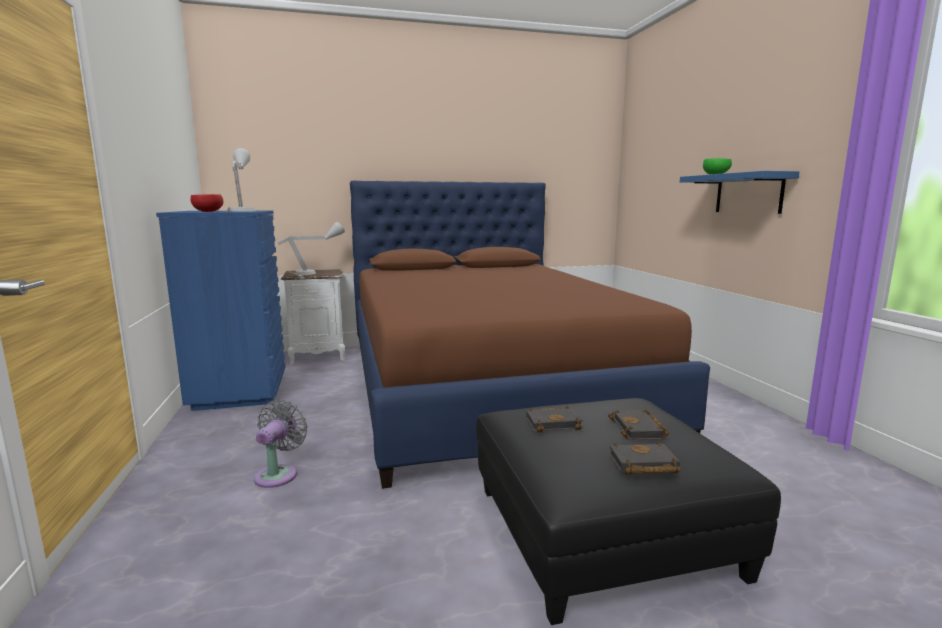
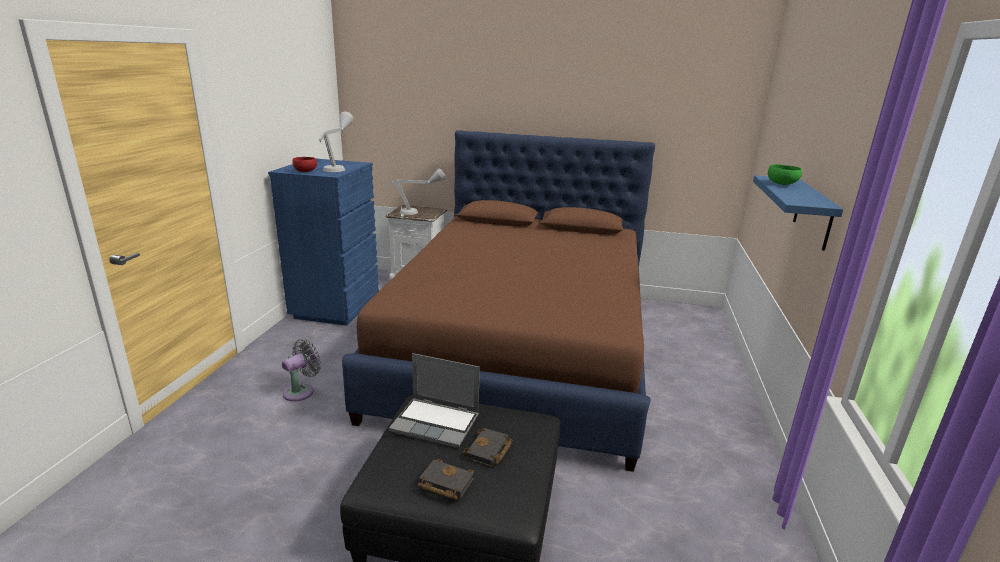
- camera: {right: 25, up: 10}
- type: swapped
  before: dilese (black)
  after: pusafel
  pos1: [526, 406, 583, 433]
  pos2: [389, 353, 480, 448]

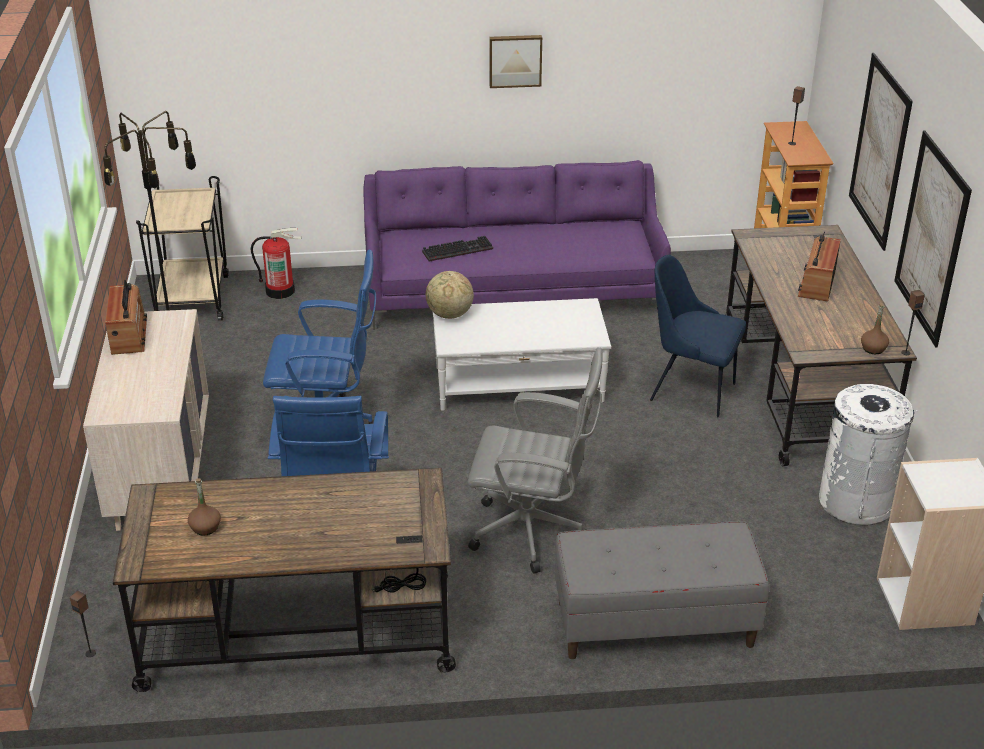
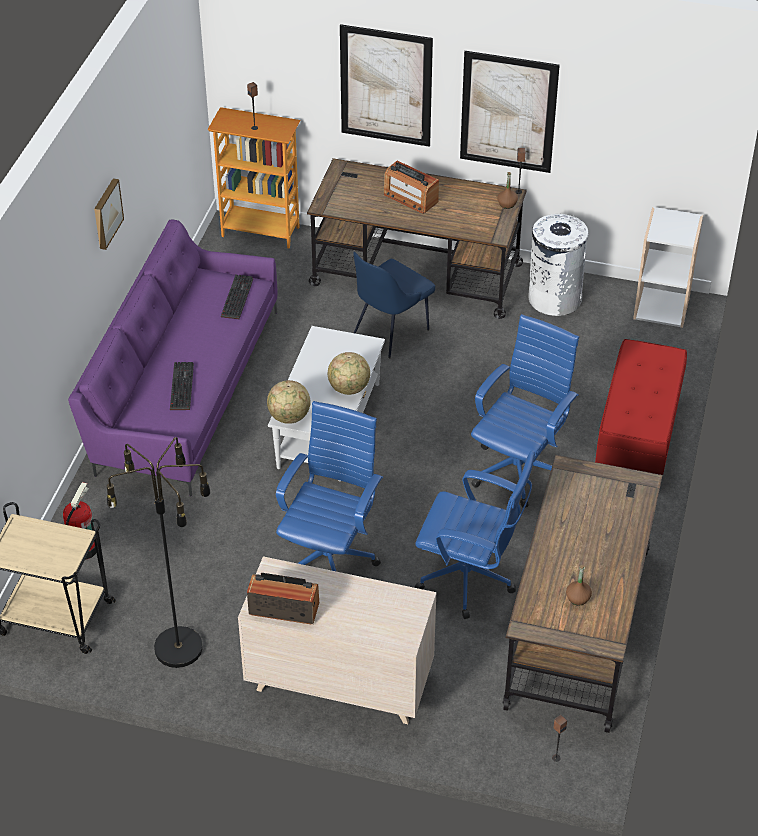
- camera: {right: -70, up: 10}
- type: new
  after: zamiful
  pos2: [221, 274, 253, 319]
- type: new
  after: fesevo
  pos2: [328, 352, 370, 395]
- type: repainted
  before: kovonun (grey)
  after: kovonun (blue)
  pos1: [468, 347, 603, 574]
  pos2: [471, 314, 579, 508]
- type: repainted
  before: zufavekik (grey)
  after: zufavekik (red)
  pos1: [555, 521, 769, 659]
  pos2: [595, 339, 687, 475]

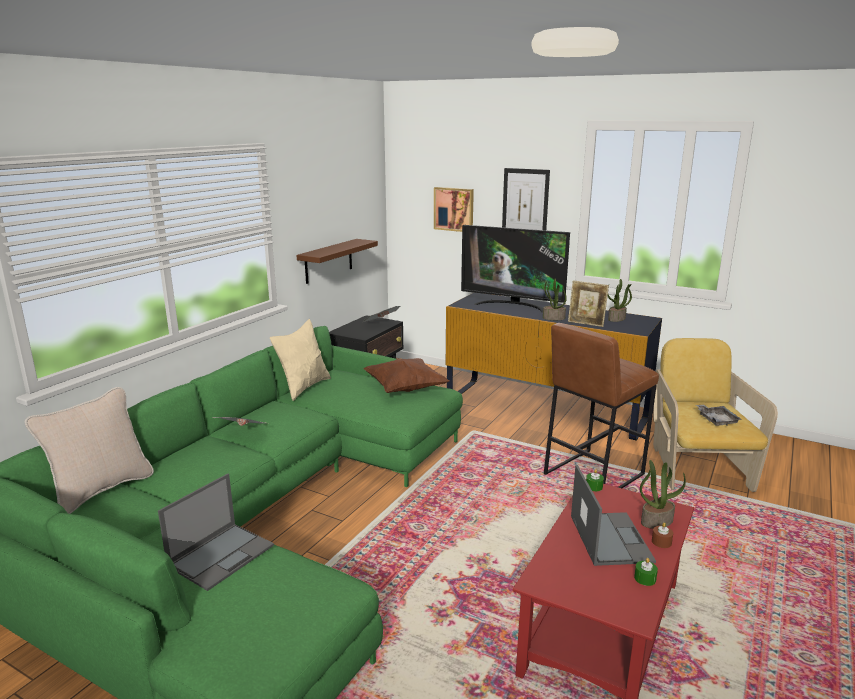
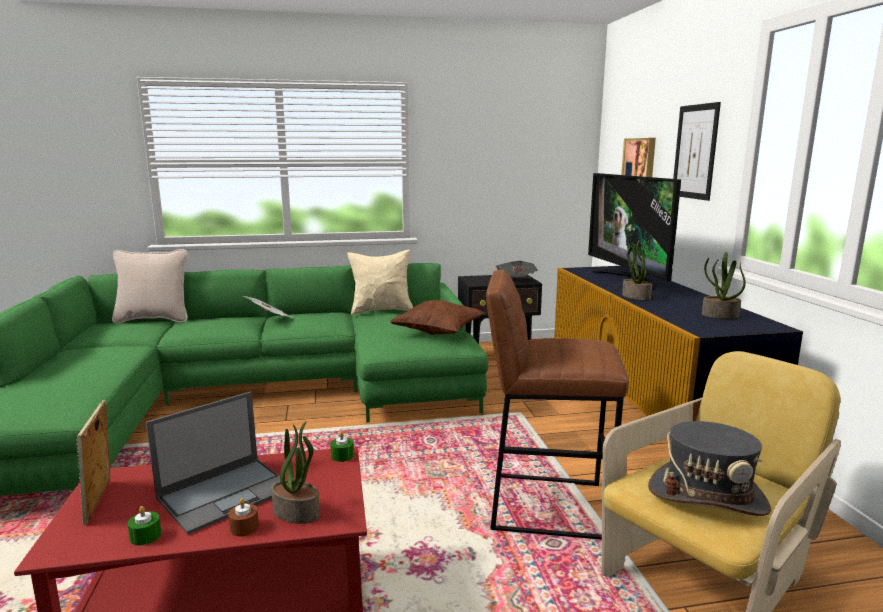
- camera: {right: 50, up: -5}
- type: gone
  before: pusafel
  pos1: [158, 473, 274, 591]
- type: gone
  before: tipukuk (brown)
  pos1: [297, 239, 378, 284]
- type: shifted
  before: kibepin
  pos1: [568, 280, 609, 327]
  pos2: [76, 400, 110, 525]
- type: swapped
  before: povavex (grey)
  after: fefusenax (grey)
  pos1: [696, 405, 742, 426]
  pos2: [648, 421, 771, 516]

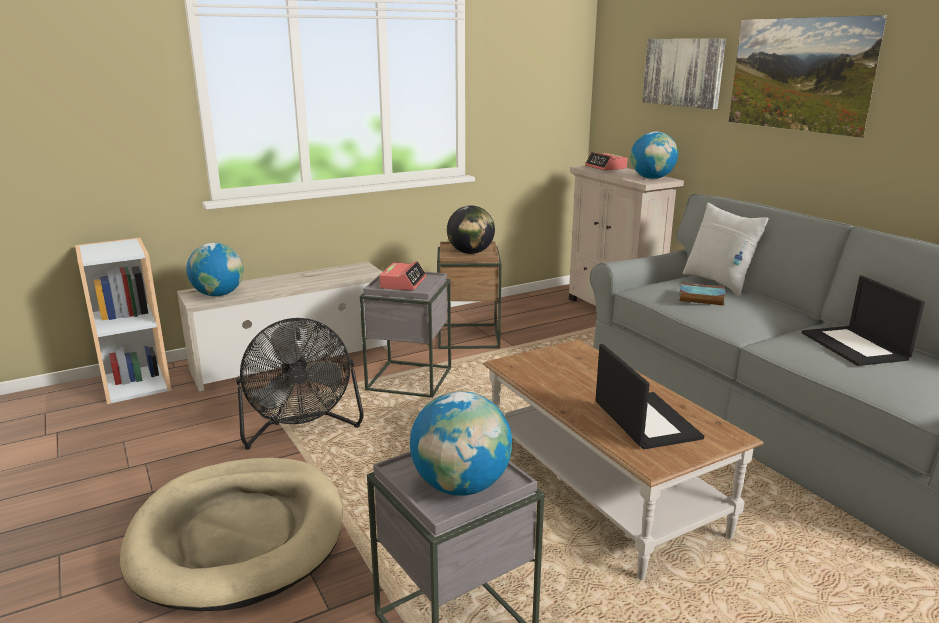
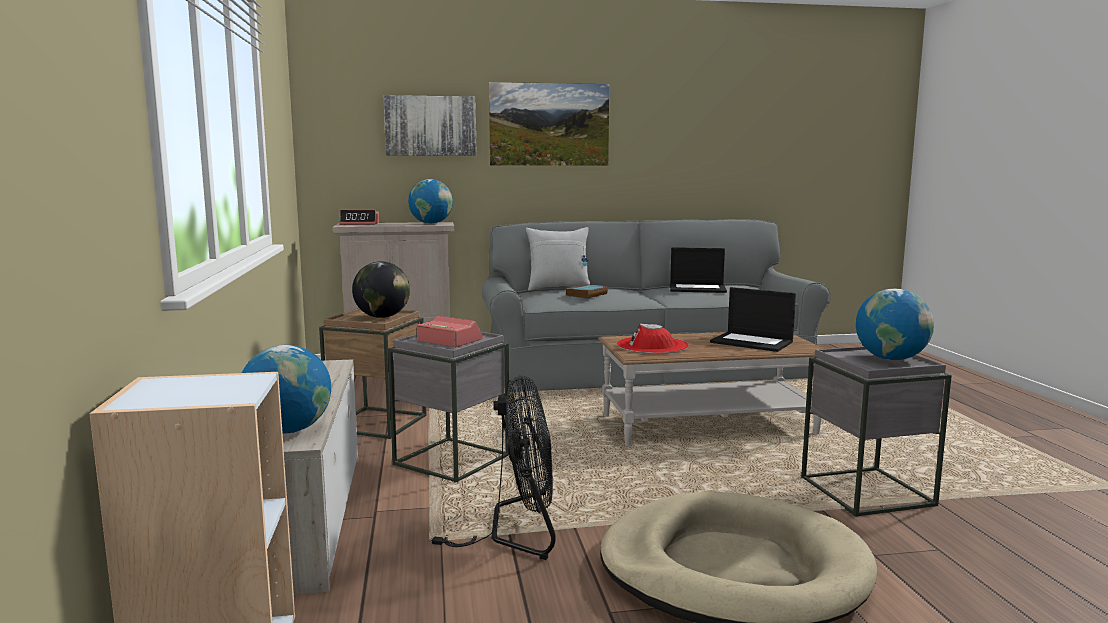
- camera: {right: -70, up: -10}
- type: new
  after: fefusenax (red)
  pos2: [616, 323, 689, 354]
- type: rotated
  before: pusafel
  pos1: [595, 344, 704, 449]
  pos2: [710, 287, 796, 352]
  turn: -150

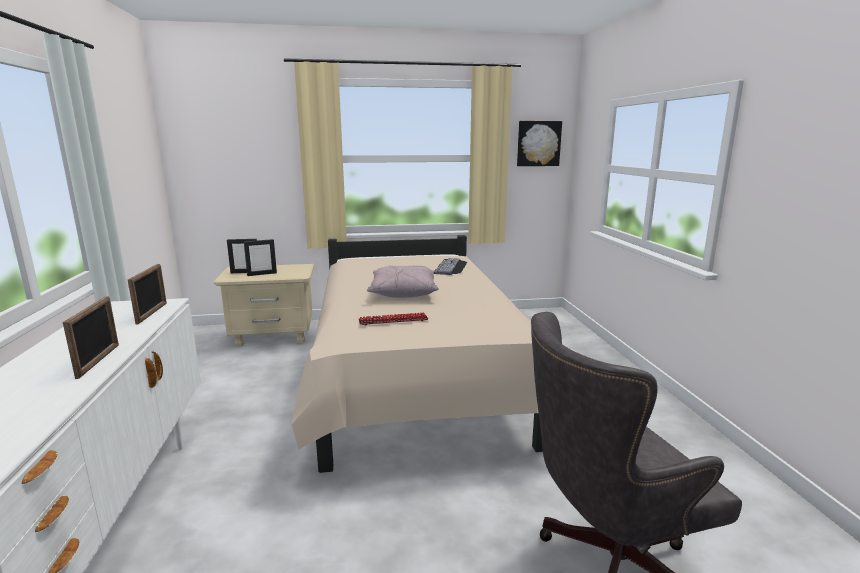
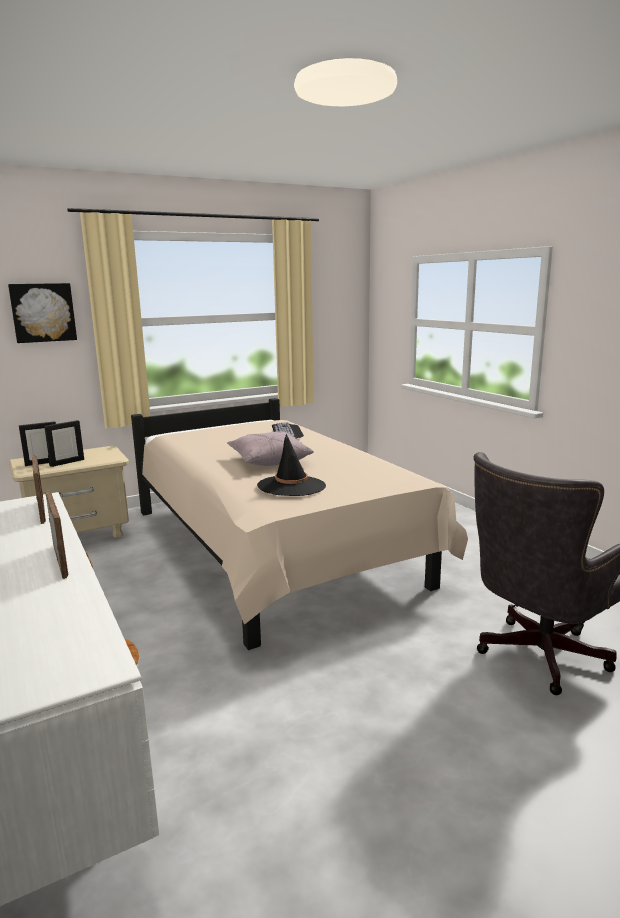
- camera: {right: -20, up: 0}
- type: shifted
  before: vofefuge
  pos1: [517, 121, 562, 166]
  pos2: [8, 283, 77, 343]
- type: swapped
  before: zamiful
  after: fefusenax (black)
  pos1: [359, 312, 428, 326]
  pos2: [257, 434, 326, 496]

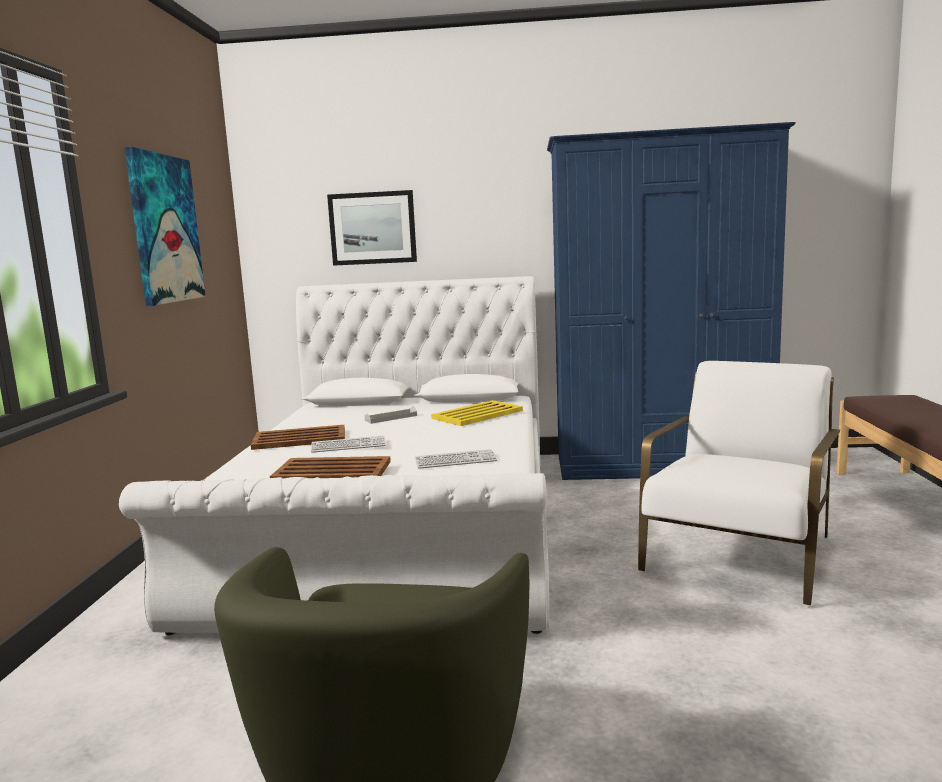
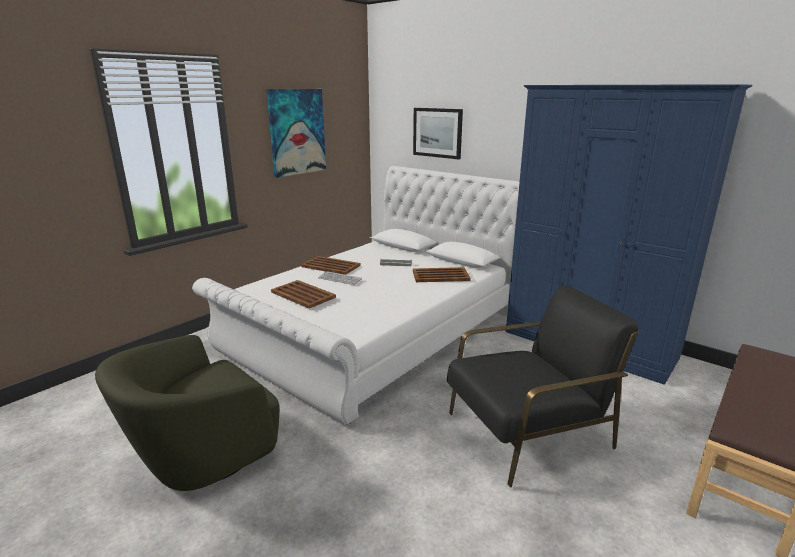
- camera: {right: 35, up: 10}
- type: gone
  before: zamiful
  pos1: [415, 449, 497, 469]
- type: repainted
  before: povavex (yellow)
  after: povavex (brown)
  pos1: [431, 400, 523, 426]
  pos2: [413, 267, 471, 282]
- type: repainted
  before: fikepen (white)
  after: fikepen (black)
  pos1: [638, 361, 840, 605]
  pos2: [447, 286, 638, 488]

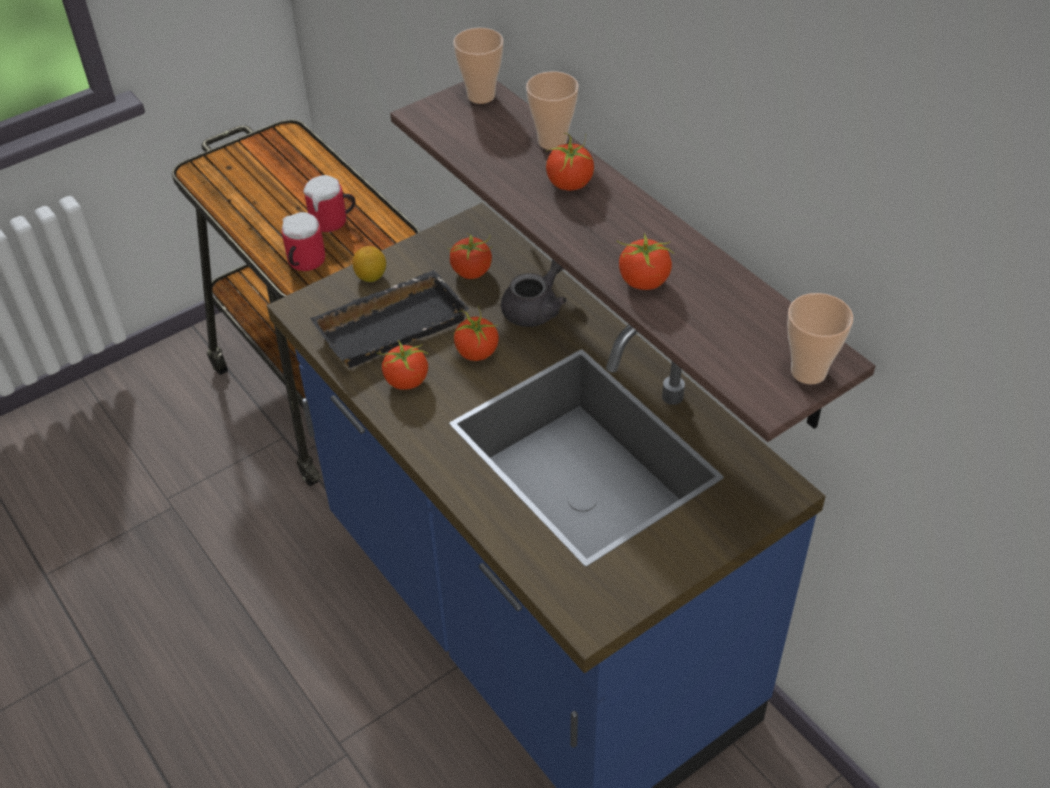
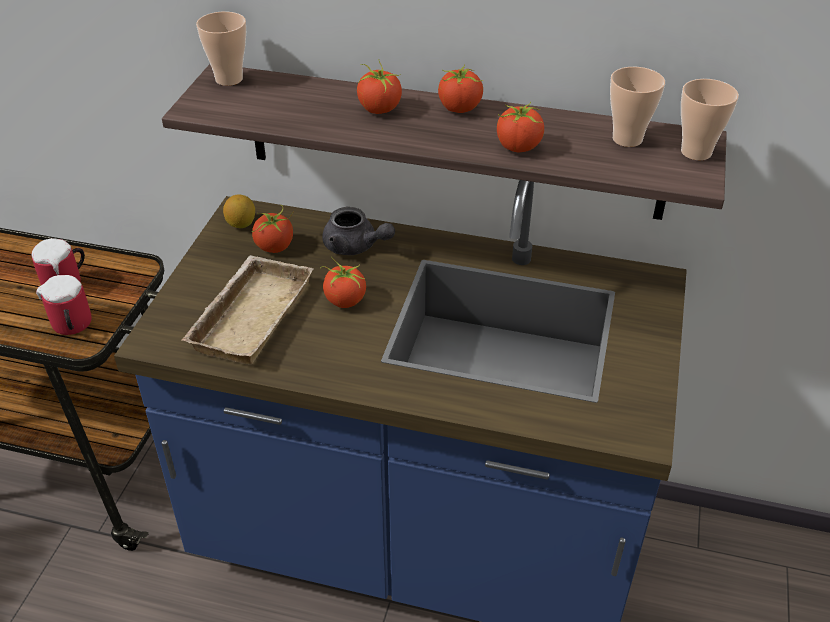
- camera: {right: -40, up: -5}
- type: shifted
  before: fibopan
  pos1: [352, 246, 386, 282]
  pos2: [223, 194, 255, 228]
- type: shifted
  before: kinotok
  pos1: [377, 340, 428, 390]
  pos2: [438, 64, 483, 113]
- type: shifted
  before: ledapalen
  pos1: [526, 71, 579, 150]
  pos2: [610, 67, 665, 147]
- type: repainted
  before: povavex (black)
  after: povavex (beige)
  pos1: [310, 270, 469, 368]
  pos2: [181, 255, 313, 365]
- type: rotated
  before: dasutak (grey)
  pos1: [501, 259, 567, 327]
  pos2: [322, 207, 395, 255]
  turn: 120

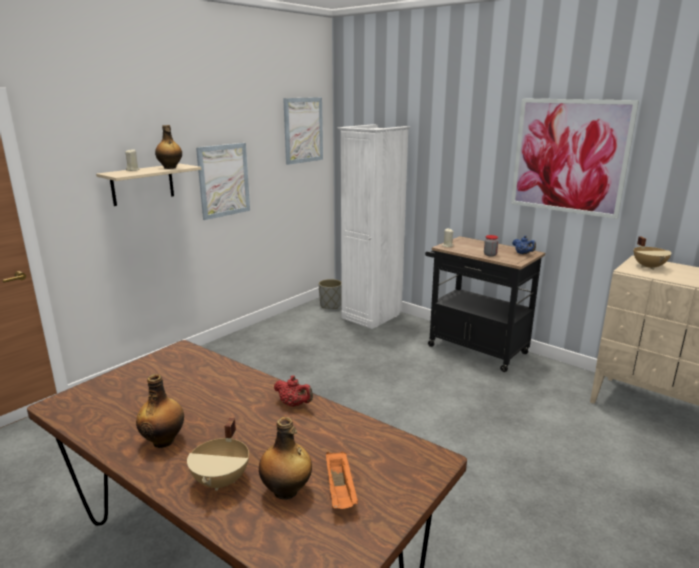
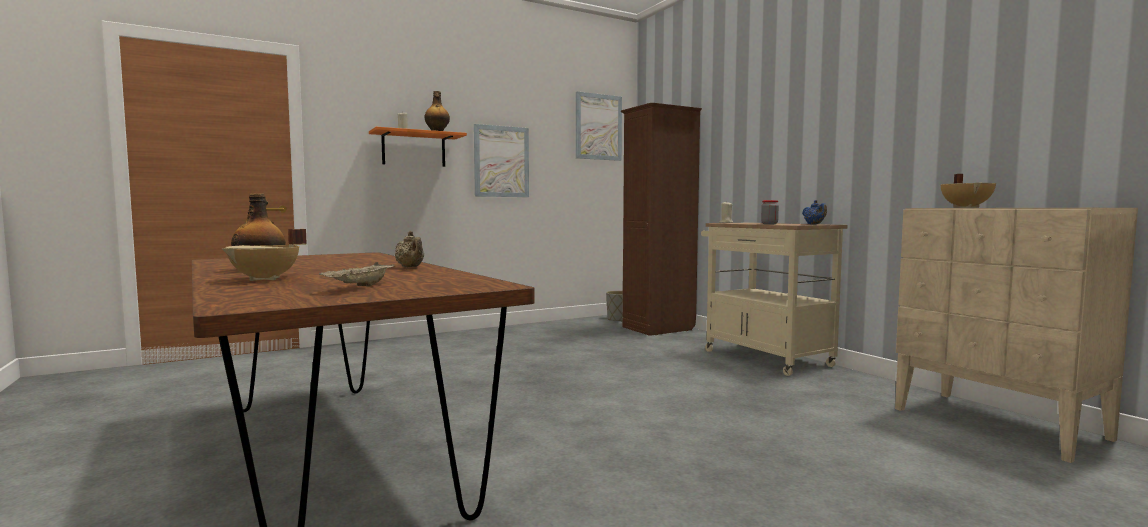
- camera: {right: 20, up: -15}
- type: gone
  before: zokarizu
  pos1: [259, 417, 312, 500]
- type: gone
  before: vofefuge
  pos1: [511, 98, 639, 219]
- type: repainted
  before: tipukuk (beige)
  after: tipukuk (orange)
  pos1: [96, 164, 201, 206]
  pos2: [369, 127, 467, 167]
- type: repainted
  before: dasutak (red)
  after: dasutak (beige)
  pos1: [274, 375, 313, 407]
  pos2: [395, 231, 424, 267]
- type: repainted
  before: povavex (orange)
  after: povavex (beige)
  pos1: [326, 452, 358, 509]
  pos2: [319, 262, 395, 286]
- type: repainted
  before: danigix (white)
  after: danigix (brown)
  pos1: [337, 124, 410, 329]
  pos2: [621, 103, 702, 336]
- type: repainted
  before: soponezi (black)
  after: soponezi (beige)
  pos1: [425, 236, 545, 372]
  pos2: [701, 222, 847, 376]

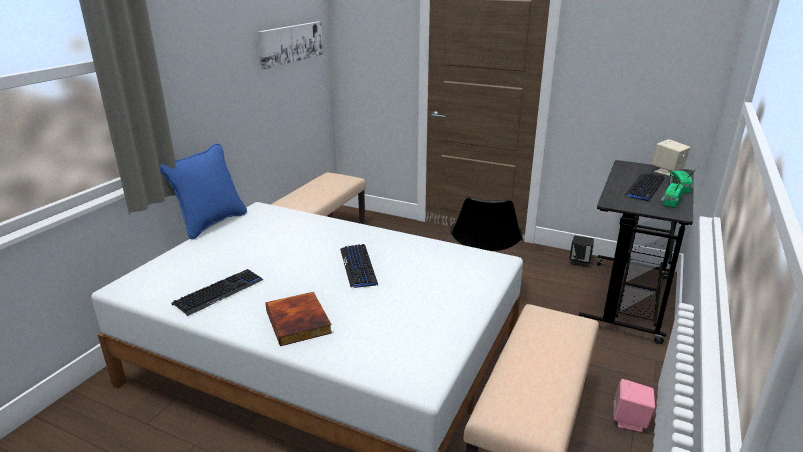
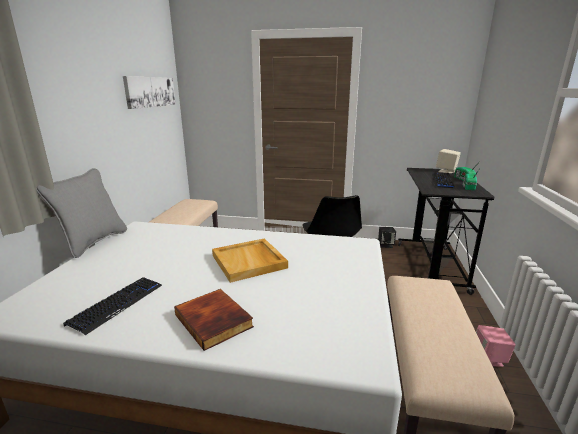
- camera: {right: -15, up: -5}
- type: swapped
  before: zamiful
  after: povavex (beige)
  pos1: [340, 244, 378, 288]
  pos2: [212, 238, 288, 283]
- type: repainted
  before: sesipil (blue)
  after: sesipil (grey)
  pos1: [160, 143, 247, 239]
  pos2: [36, 168, 127, 258]

